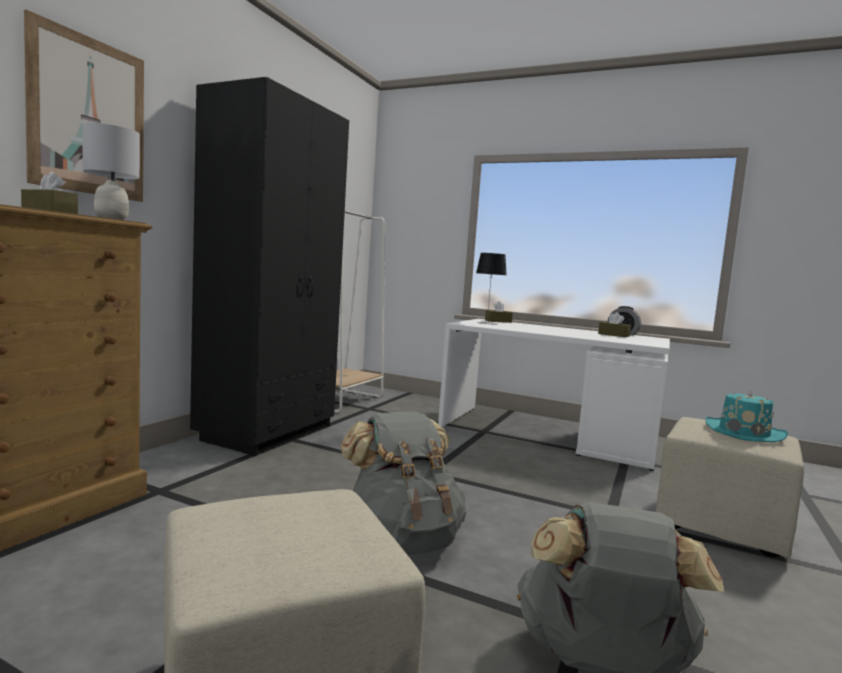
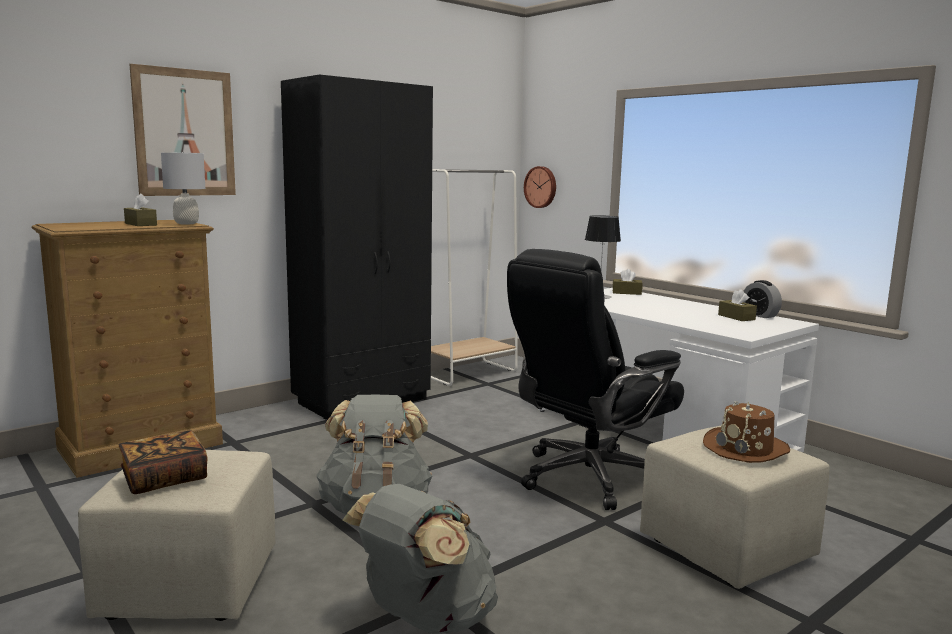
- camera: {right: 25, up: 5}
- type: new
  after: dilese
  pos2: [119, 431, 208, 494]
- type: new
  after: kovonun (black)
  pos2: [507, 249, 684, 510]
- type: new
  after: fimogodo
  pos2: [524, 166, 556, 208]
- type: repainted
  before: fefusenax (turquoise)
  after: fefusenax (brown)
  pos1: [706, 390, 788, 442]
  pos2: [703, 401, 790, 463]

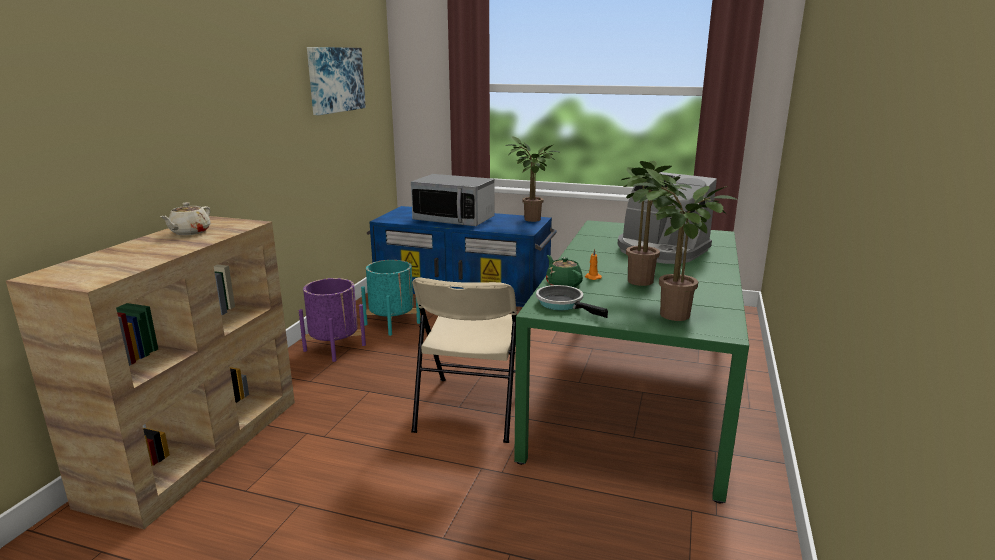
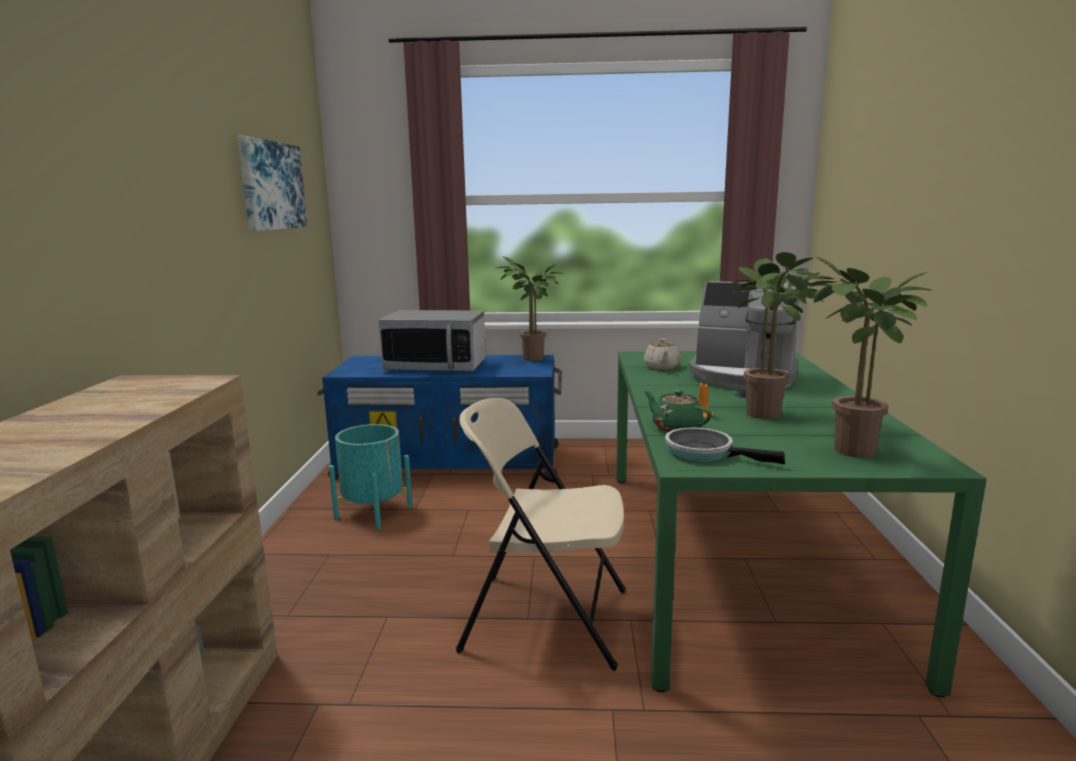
- camera: {right: -15, up: -5}
- type: gone
  before: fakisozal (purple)
  pos1: [298, 278, 366, 362]
- type: shifted
  before: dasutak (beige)
  pos1: [160, 202, 211, 235]
  pos2: [644, 339, 681, 370]
- type: rotated
  before: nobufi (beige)
  pos1: [411, 277, 517, 443]
  pos2: [456, 398, 626, 671]
  turn: 105

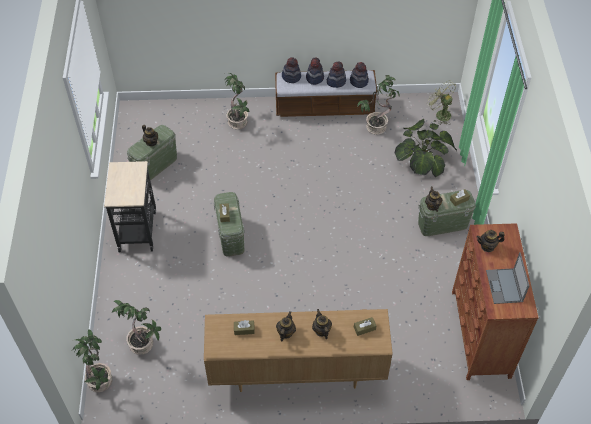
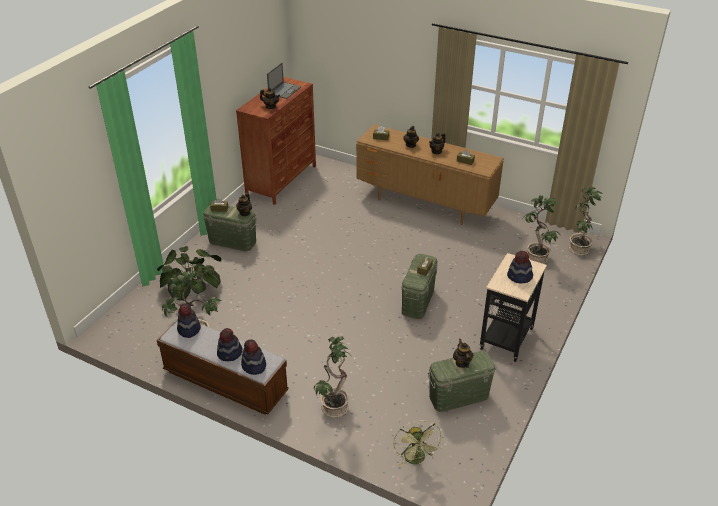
- camera: {right: -150, up: -15}
- type: shifted
  before: fefusenax
  pos1: [327, 61, 346, 88]
  pos2: [507, 251, 533, 283]
- type: shifted
  before: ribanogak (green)
  pos1: [427, 81, 456, 125]
  pos2: [393, 420, 443, 466]

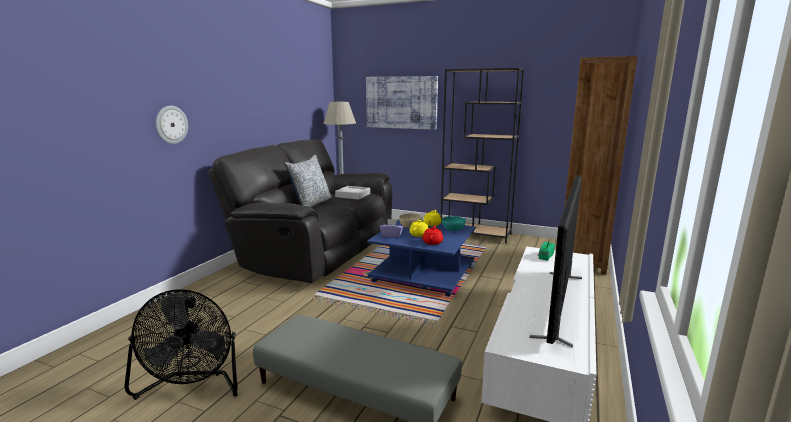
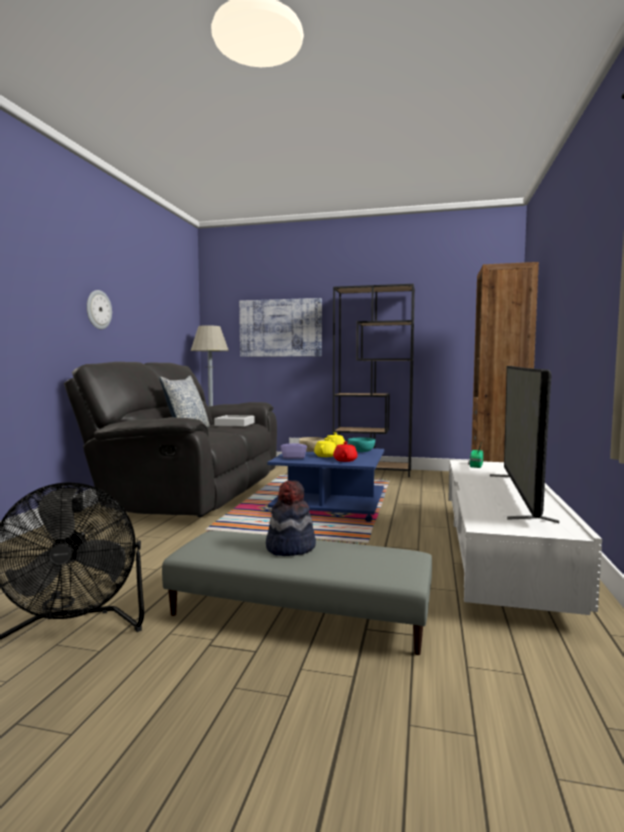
- camera: {right: -10, up: -10}
- type: new
  after: fefusenax
  pos2: [266, 480, 316, 556]
- type: shifted
  before: fimogodo
  pos1: [155, 106, 188, 144]
  pos2: [87, 290, 112, 329]

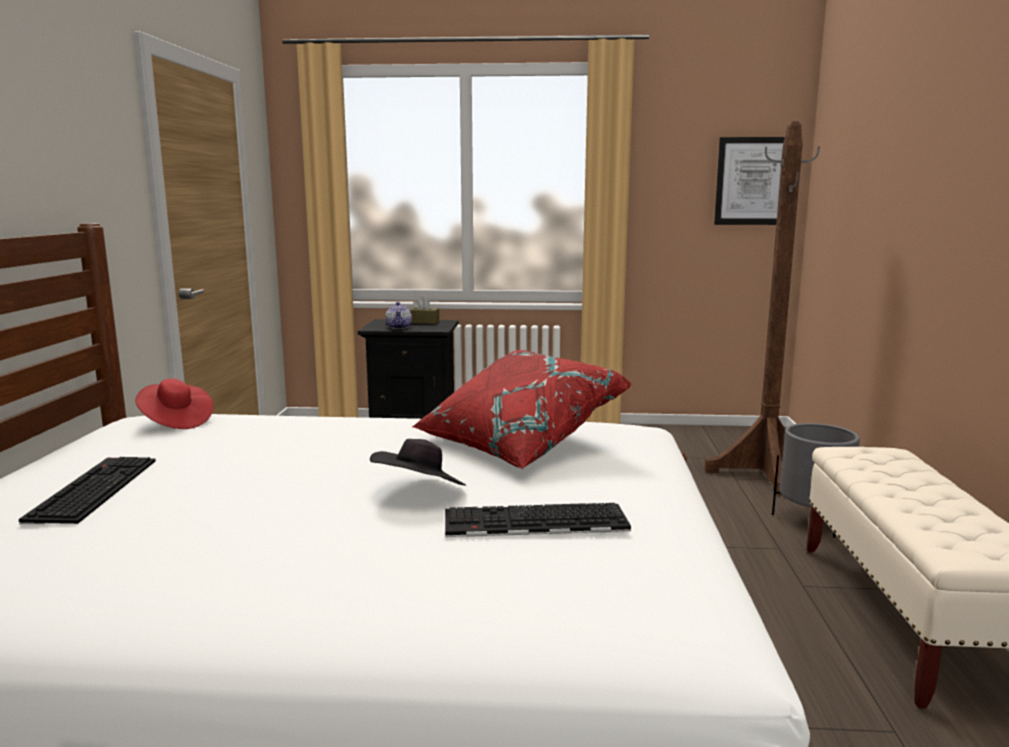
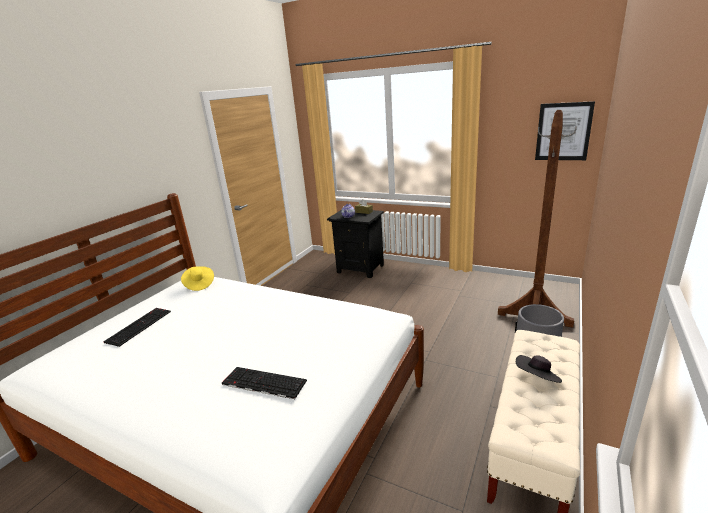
- camera: {right: 25, up: 10}
- type: gone
  before: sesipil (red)
  pos1: [412, 350, 633, 469]
- type: shifted
  before: fefusenax (black)
  pos1: [370, 439, 466, 486]
  pos2: [516, 355, 562, 383]
- type: repainted
  before: fefusenax (red)
  after: fefusenax (yellow)
  pos1: [135, 378, 214, 429]
  pos2: [181, 266, 214, 291]

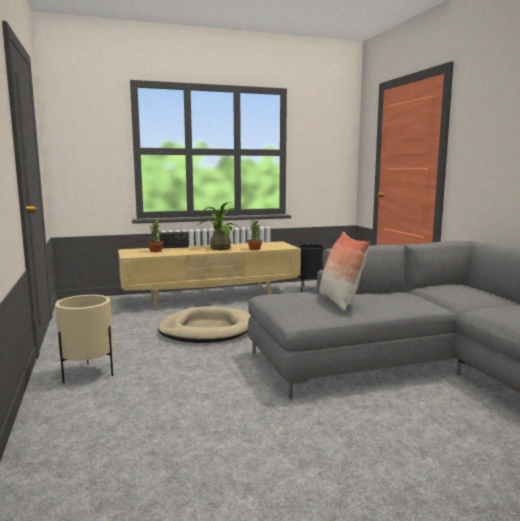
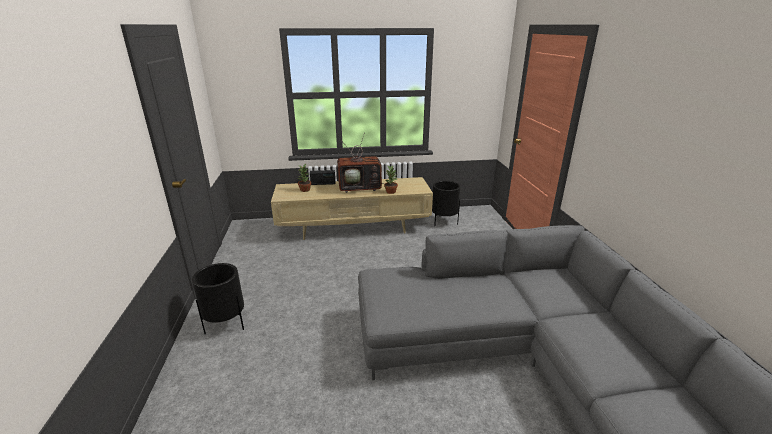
- camera: {right: 10, up: 15}
- type: gone
  before: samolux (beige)
  pos1: [158, 306, 251, 343]
- type: gone
  before: sesipil
  pos1: [319, 231, 370, 311]
- type: swapped
  before: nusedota
  after: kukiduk
  pos1: [197, 202, 243, 250]
  pos2: [337, 133, 383, 193]
- type: repainted
  before: fakisozal (beige)
  after: fakisozal (black)
  pos1: [55, 295, 113, 383]
  pos2: [192, 263, 244, 334]

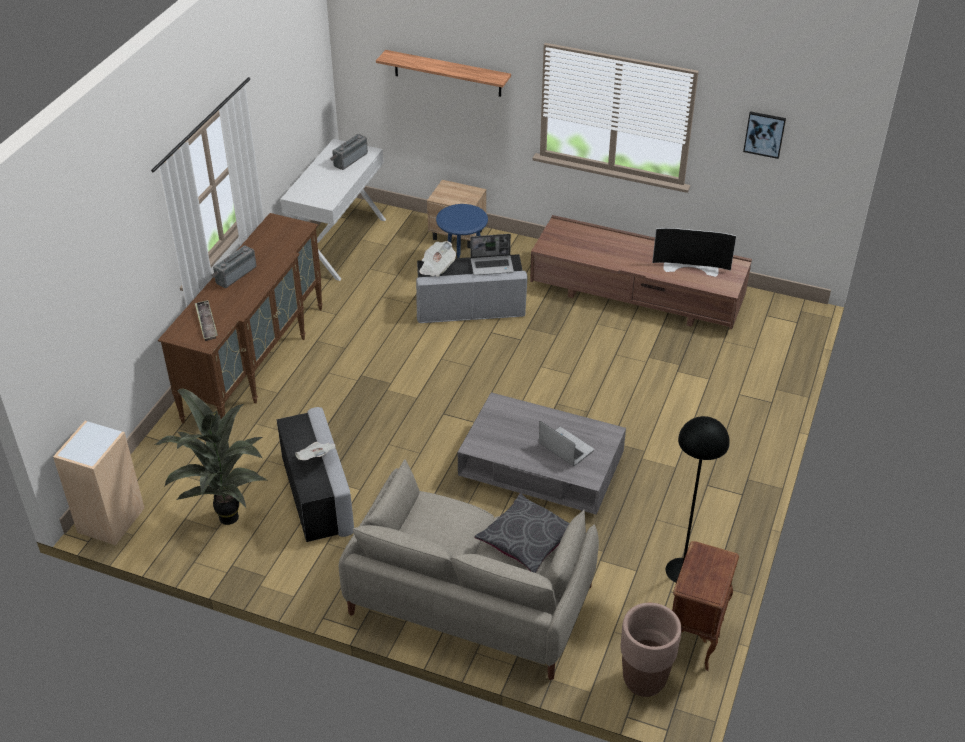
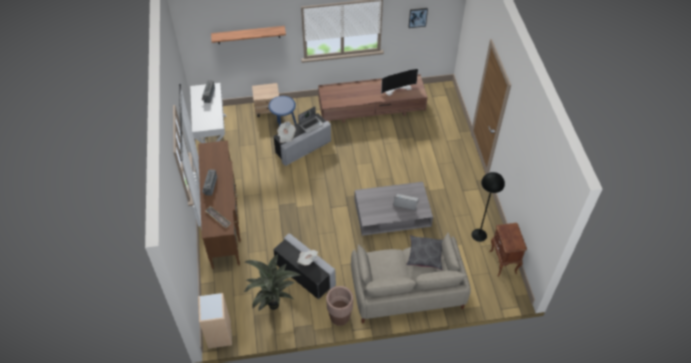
- camera: {right: -30, up: 10}
- type: shifted
  before: fakisozal (brown)
  pos1: [621, 603, 682, 697]
  pos2: [326, 286, 353, 326]

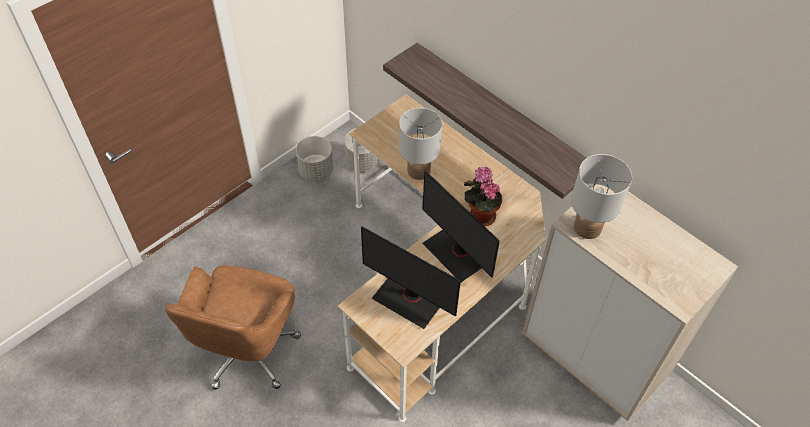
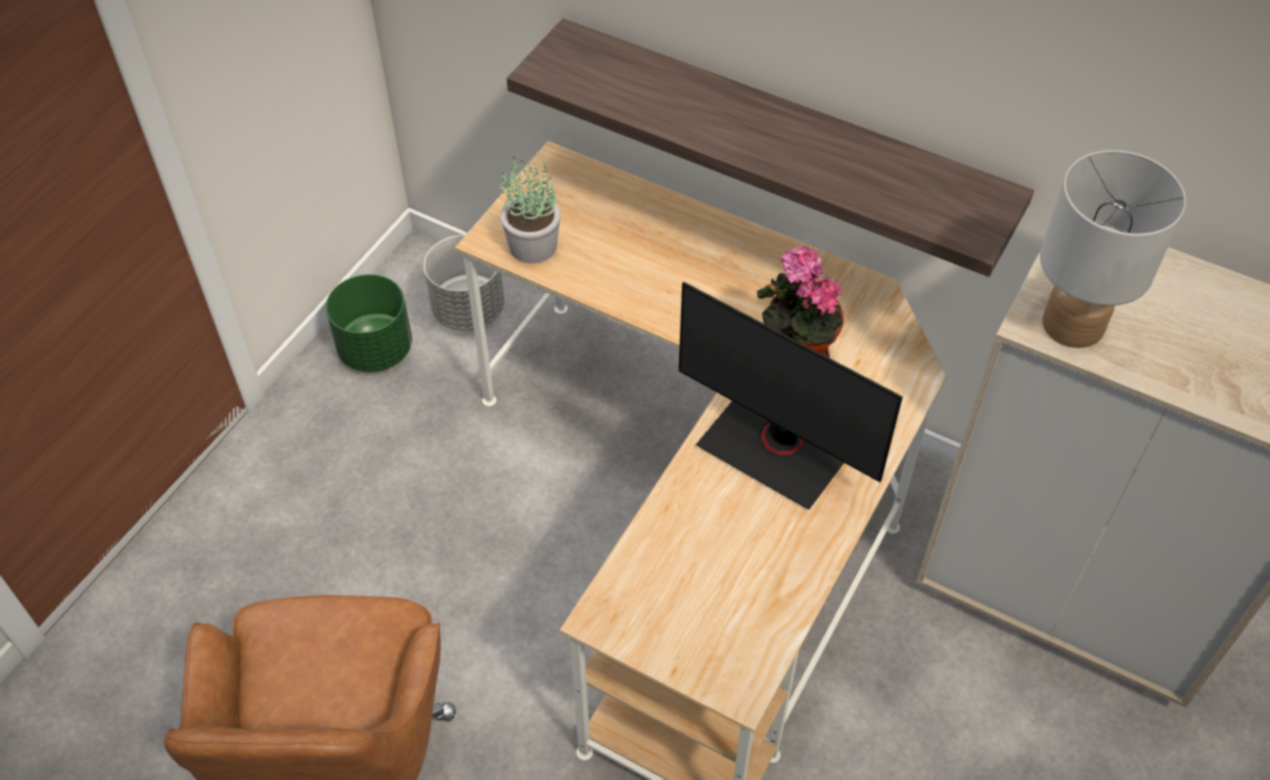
- camera: {right: -15, up: 0}
- type: gone
  before: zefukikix
  pos1: [361, 226, 461, 329]
- type: gone
  before: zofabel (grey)
  pos1: [399, 108, 442, 180]
- type: new
  after: nusedota
  pos2: [500, 157, 561, 264]
- type: repainted
  before: fakisozal (grey)
  after: fakisozal (green)
  pos1: [296, 136, 333, 181]
  pos2: [326, 274, 412, 372]

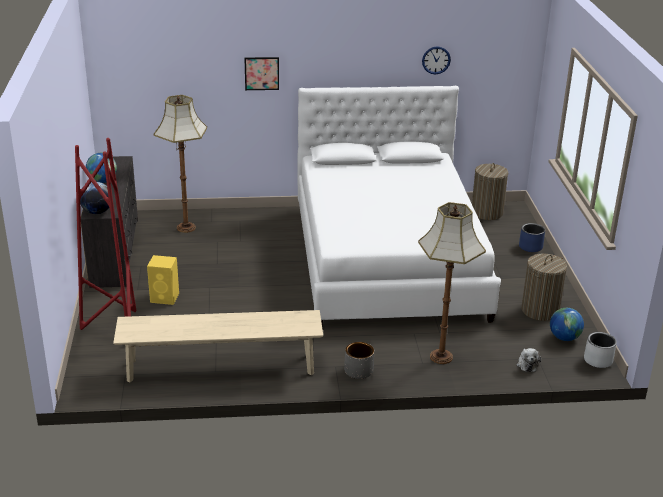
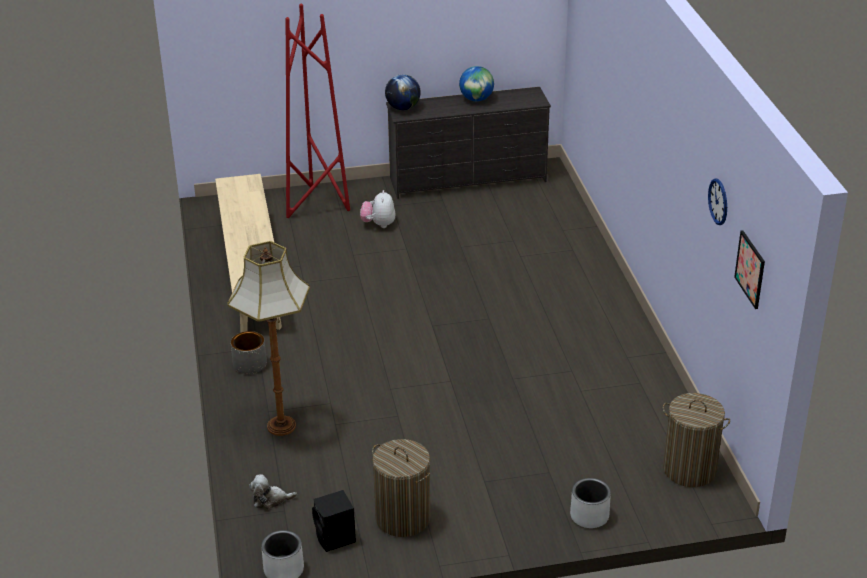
- camera: {right: 85, up: 5}
- type: gone
  before: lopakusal
  pos1: [154, 95, 207, 233]
- type: gone
  before: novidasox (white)
  pos1: [297, 86, 501, 324]
- type: shifted
  before: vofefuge
  pos1: [244, 57, 279, 90]
  pos2: [734, 230, 765, 309]
- type: swapped
  before: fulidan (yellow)
  after: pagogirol
  pos1: [147, 255, 179, 305]
  pos2: [360, 190, 395, 228]
- type: swapped
  before: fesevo
  after: fulidan (black)
  pos1: [550, 308, 584, 341]
  pos2: [312, 490, 356, 552]
- type: repainted
  before: fakisozal (blue)
  after: fakisozal (grey)
  pos1: [519, 223, 545, 252]
  pos2: [570, 478, 611, 528]

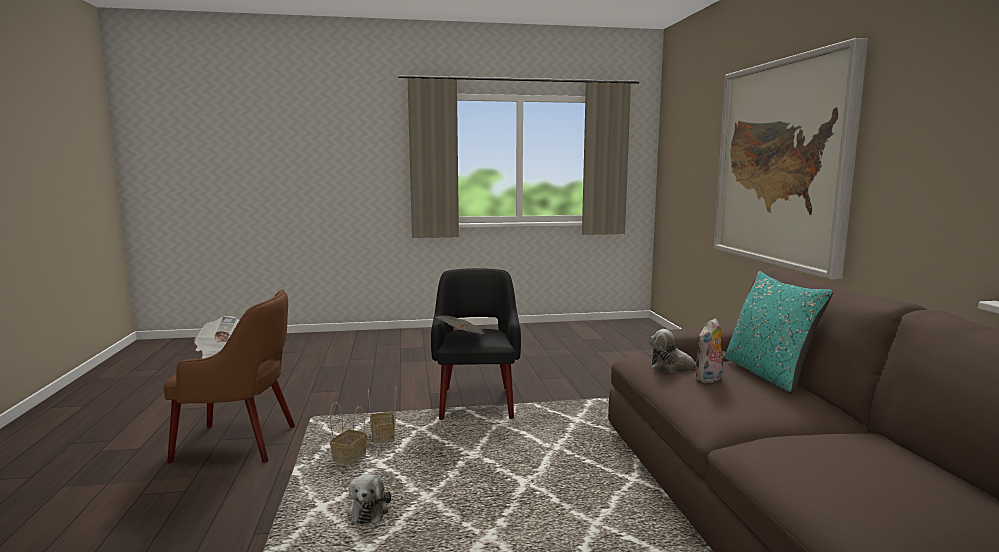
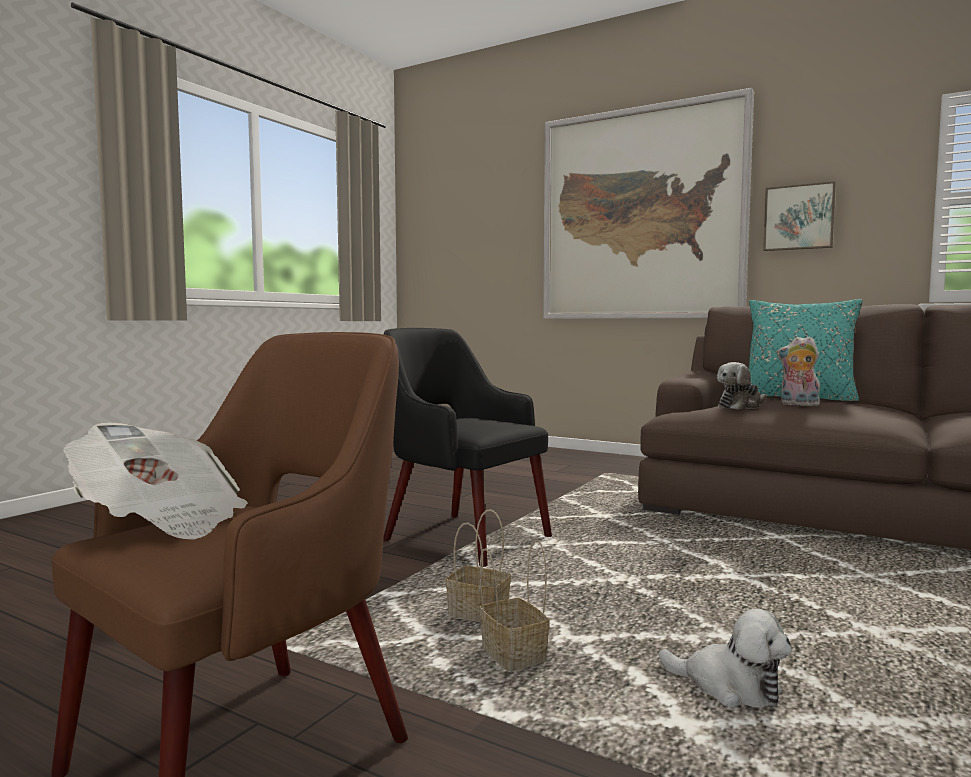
- camera: {right: -50, up: -5}
- type: gone
  before: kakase
  pos1: [435, 315, 485, 334]
- type: new
  after: vofefuge
  pos2: [763, 181, 836, 251]
- type: rotated
  before: pagogirol
  pos1: [694, 318, 725, 383]
  pos2: [777, 336, 820, 406]
  turn: 120

